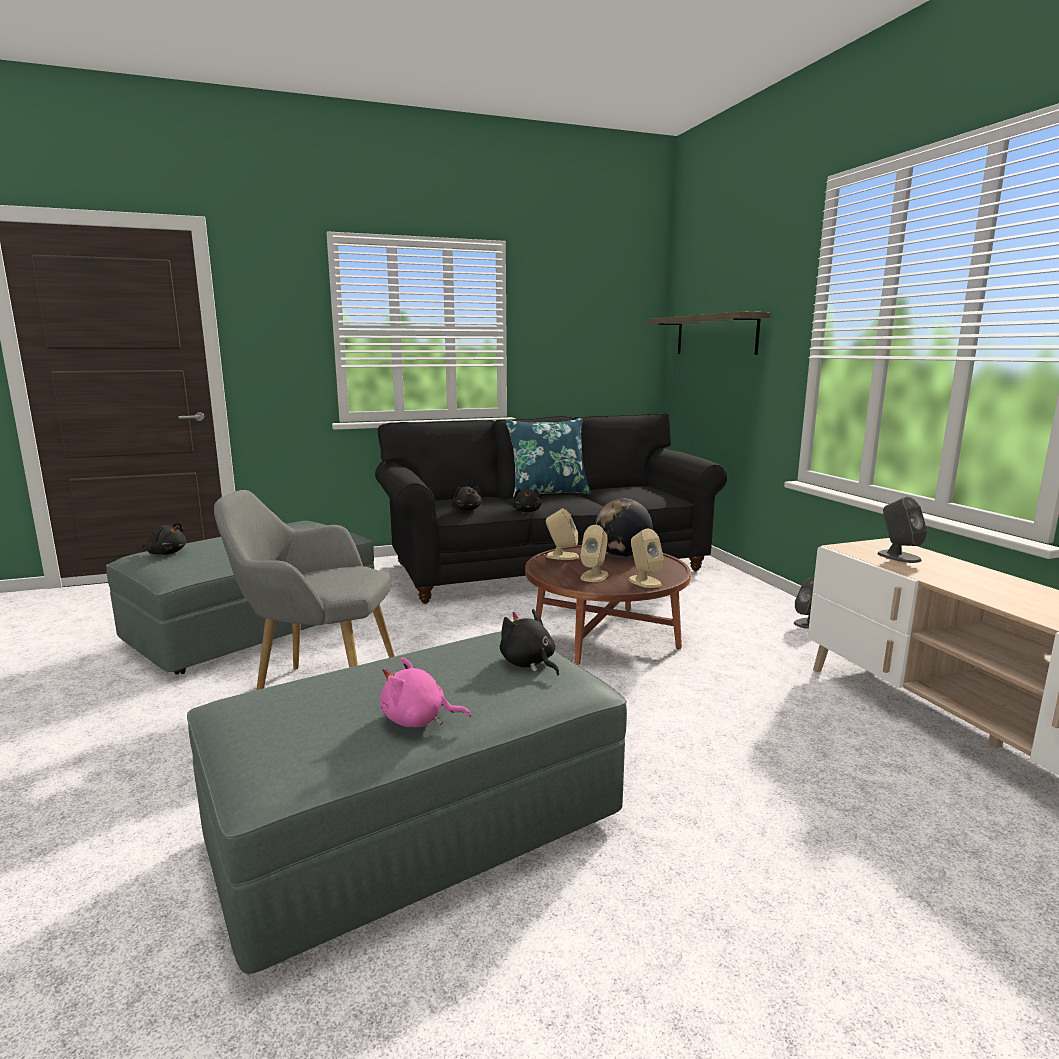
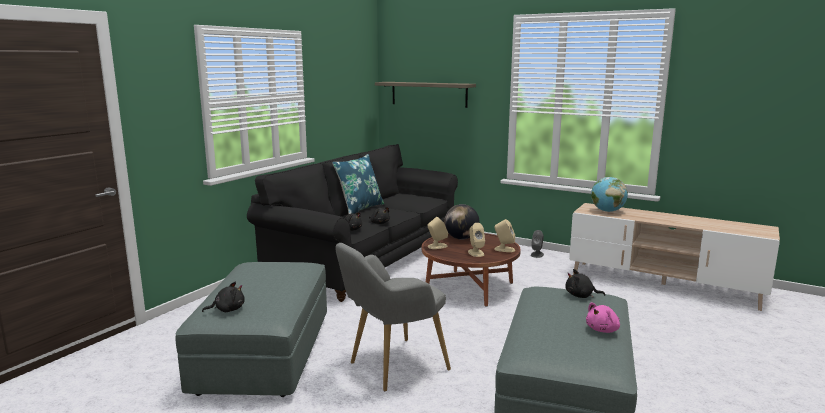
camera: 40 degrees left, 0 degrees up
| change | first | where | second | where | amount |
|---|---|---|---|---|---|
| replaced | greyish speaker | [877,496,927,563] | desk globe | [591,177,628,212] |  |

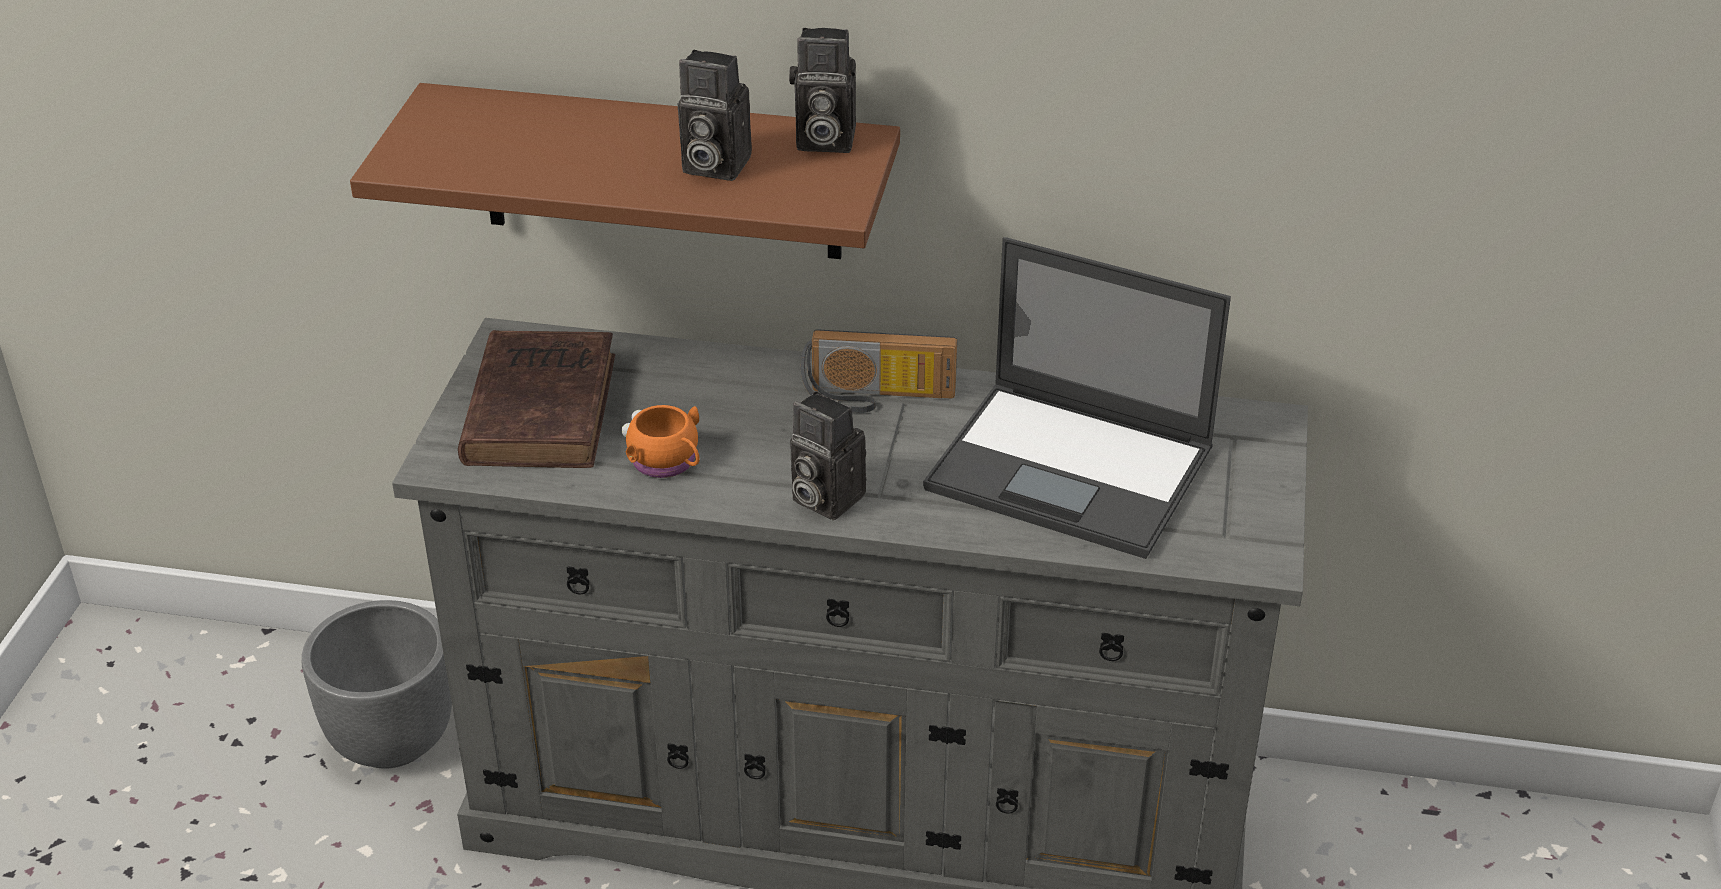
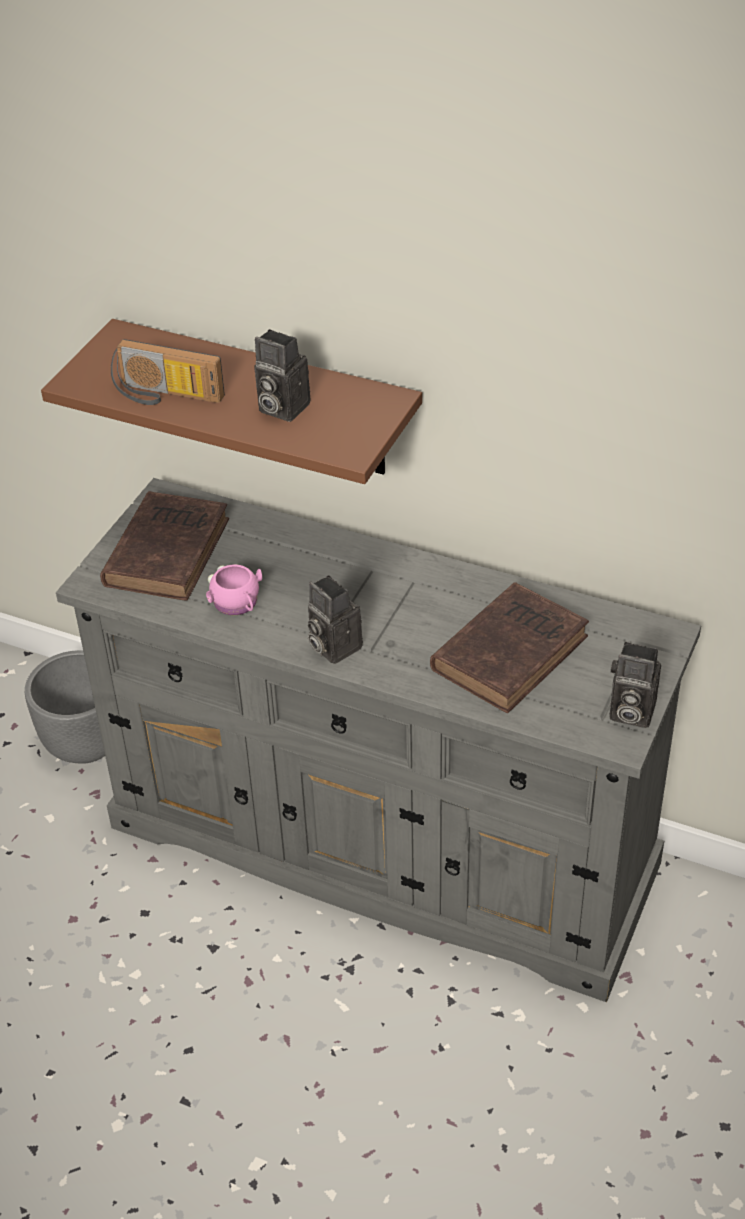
camera: 15 degrees right, 5 degrees up
| change | first | where | second | where | amount |
|---|---|---|---|---|---|
| moved | photo camera | [789,28,856,153] |  | [610,642,661,728] |  |
| replaced | portable computer | [923,237,1231,559] | brown book | [430,582,589,713] |  |
| moved | radio | [801,329,957,413] |  | [111,339,225,405] |  |
| recoloured | orangey mug | [621,405,700,478] | pink-coloured mug | [206,564,262,615] |  |

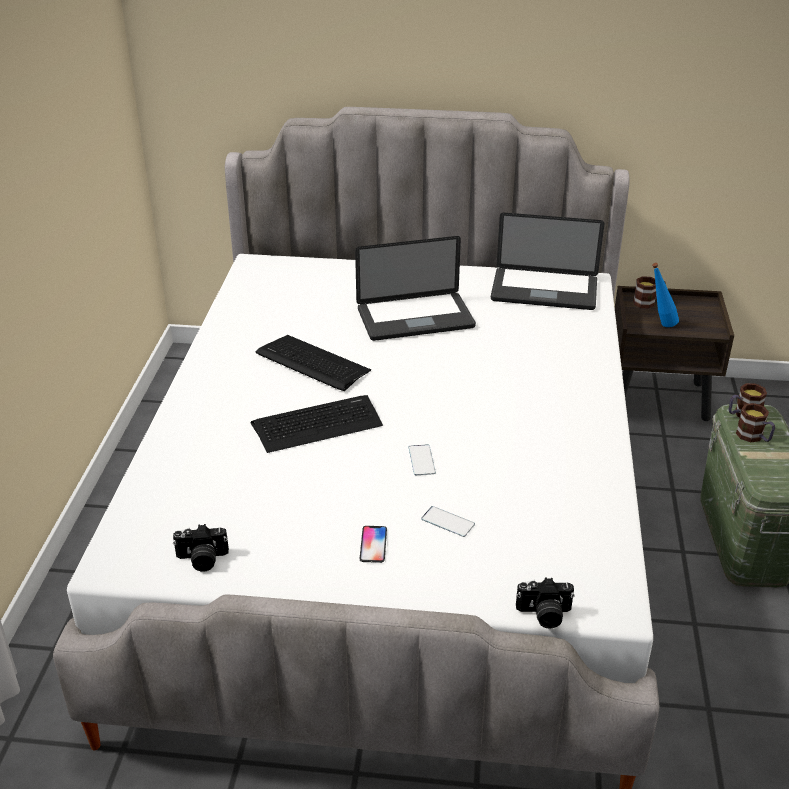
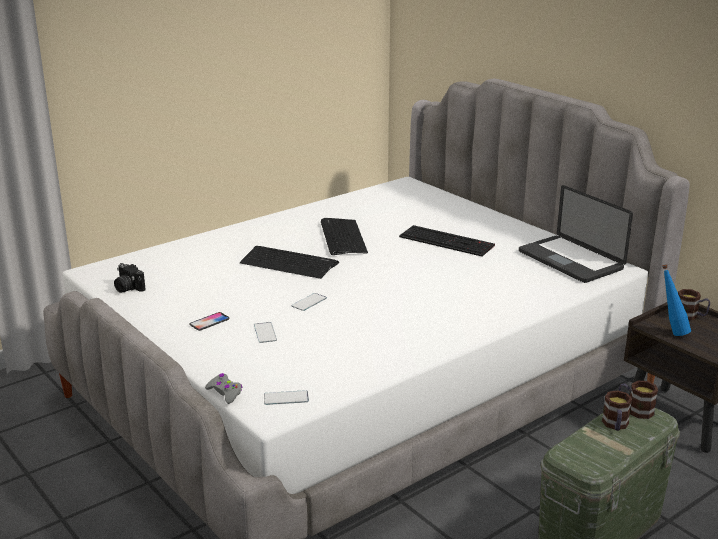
camera: 45 degrees right, 10 degrees down
| change | first | where | second | where | amount |
|---|---|---|---|---|---|
| replaced | portable computer | [355,236,476,341] | PC keyboard | [399,225,495,256] |  |
| replaced | photo camera | [516,578,575,629] | greyish gamepad | [205,373,242,404] |  |
| added |  |  | telephone | [264,390,309,405] |  |

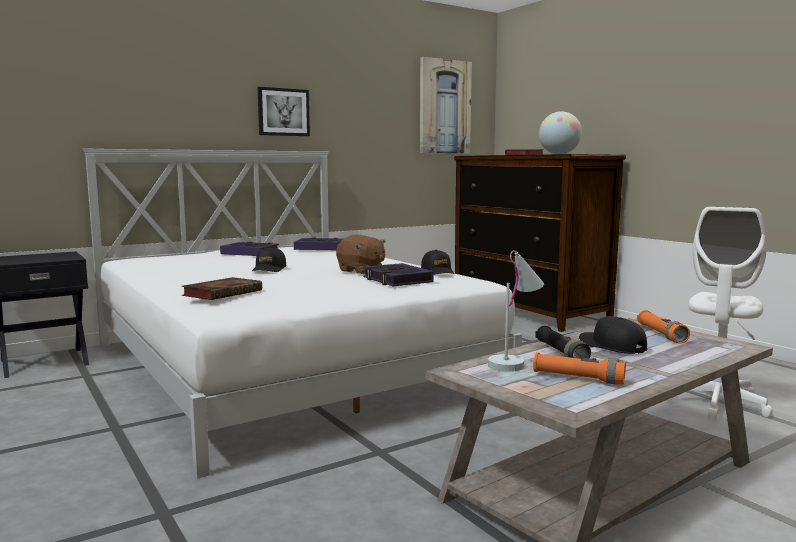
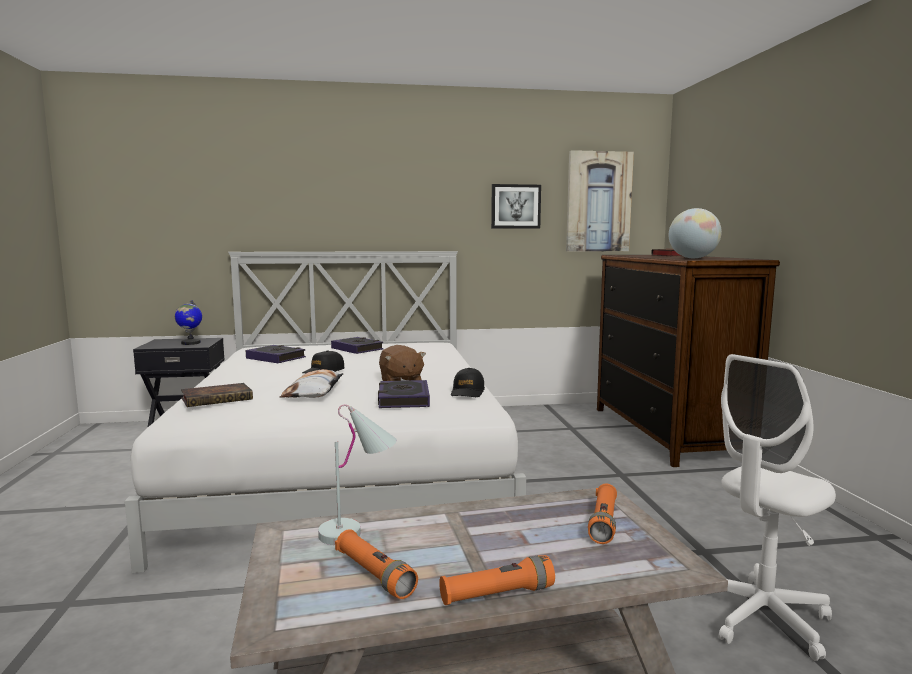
camera: 25 degrees right, 0 degrees up
| change | first | where | second | where | amount |
|---|---|---|---|---|---|
| moved | wall picture | [257,87,310,136] |  | [491,184,541,229] |  |
| moved | book | [294,237,344,250] |  | [246,345,306,363] |  |
| removed | black-coloured peaked cap | [579,316,647,354] |  |  |  |
| removed | black-coloured torch | [535,326,591,359] |  |  |  |
| added |  |  | desk globe | [175,300,202,345] |  |
| added |  |  | throw pillow | [280,369,343,398] |  |
| added |  |  | orangey torch | [439,555,555,605] |  |

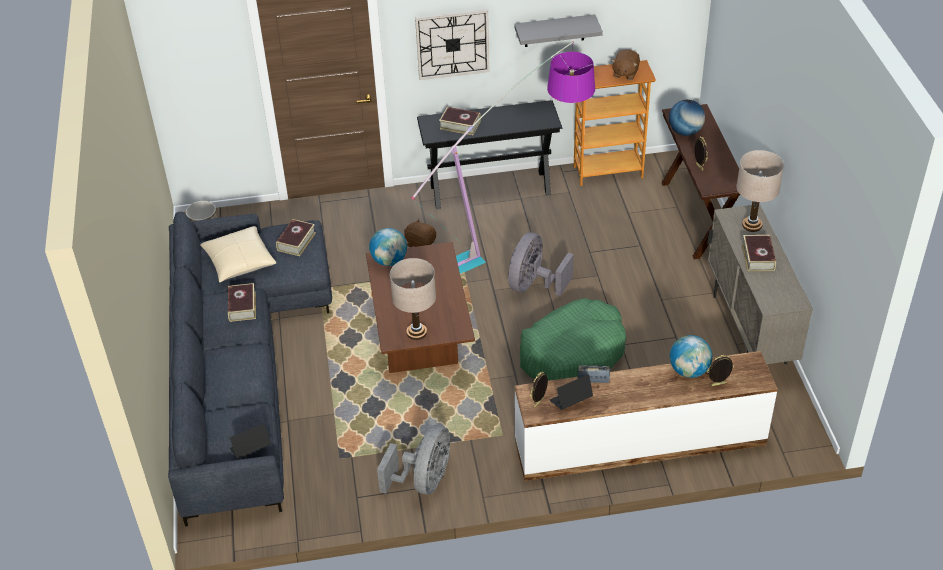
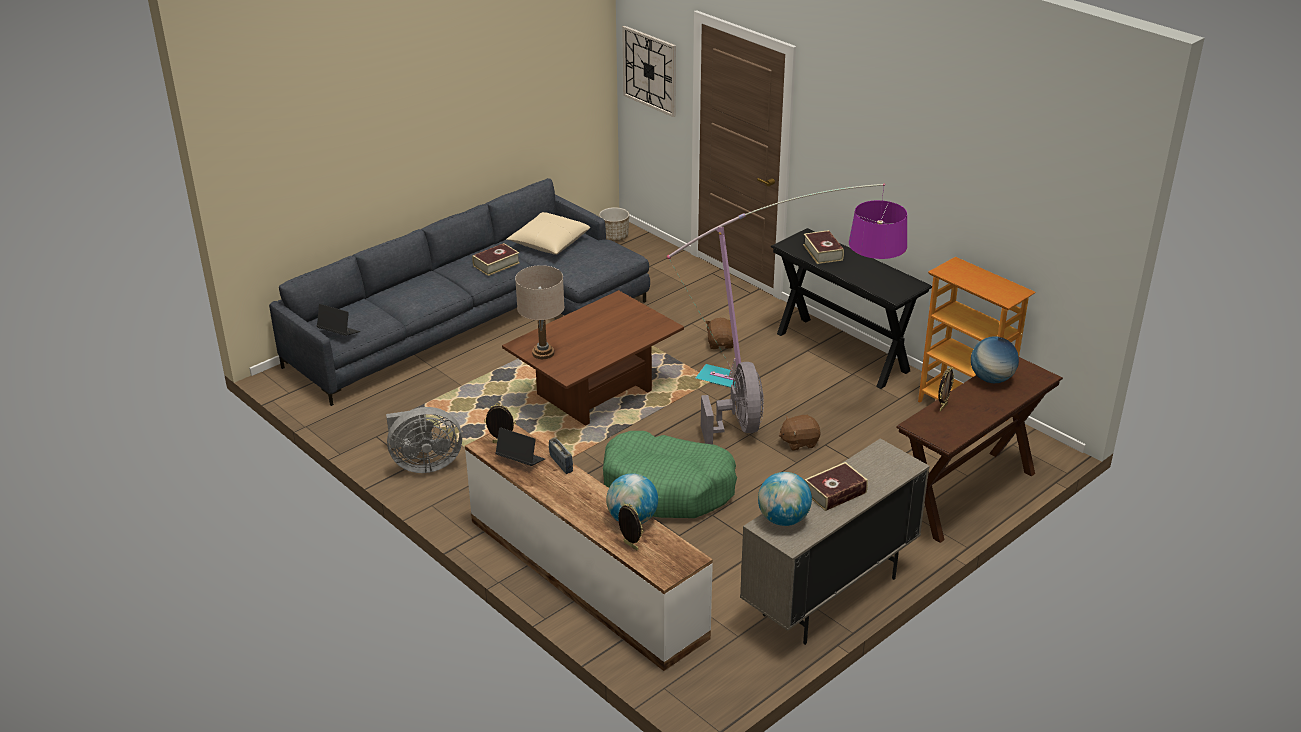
camera: 55 degrees right, 10 degrees down
| change | first | where | second | where | amount |
|---|---|---|---|---|---|
| moved | hanging clock | [415,9,490,80] |  | [622,26,676,117] |  |
| removed | greyish bracket shelf | [514,14,603,47] |  |  |  |
| moved | brown soft toy | [611,49,640,80] |  | [778,415,821,451] |  |
| removed | beige lamp for a table | [737,150,784,232] |  |  |  |
| removed | book | [276,219,316,256] |  |  |  |
| moved | desk globe | [369,228,407,266] |  | [758,472,812,526] |  |
| turned | greyish fan | [508,232,573,296] |  | [701,362,764,445] | 90 degrees clockwise |

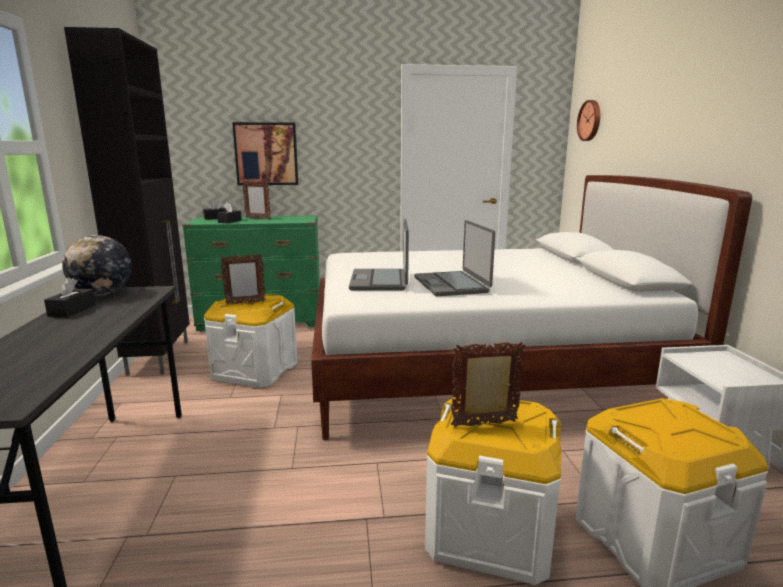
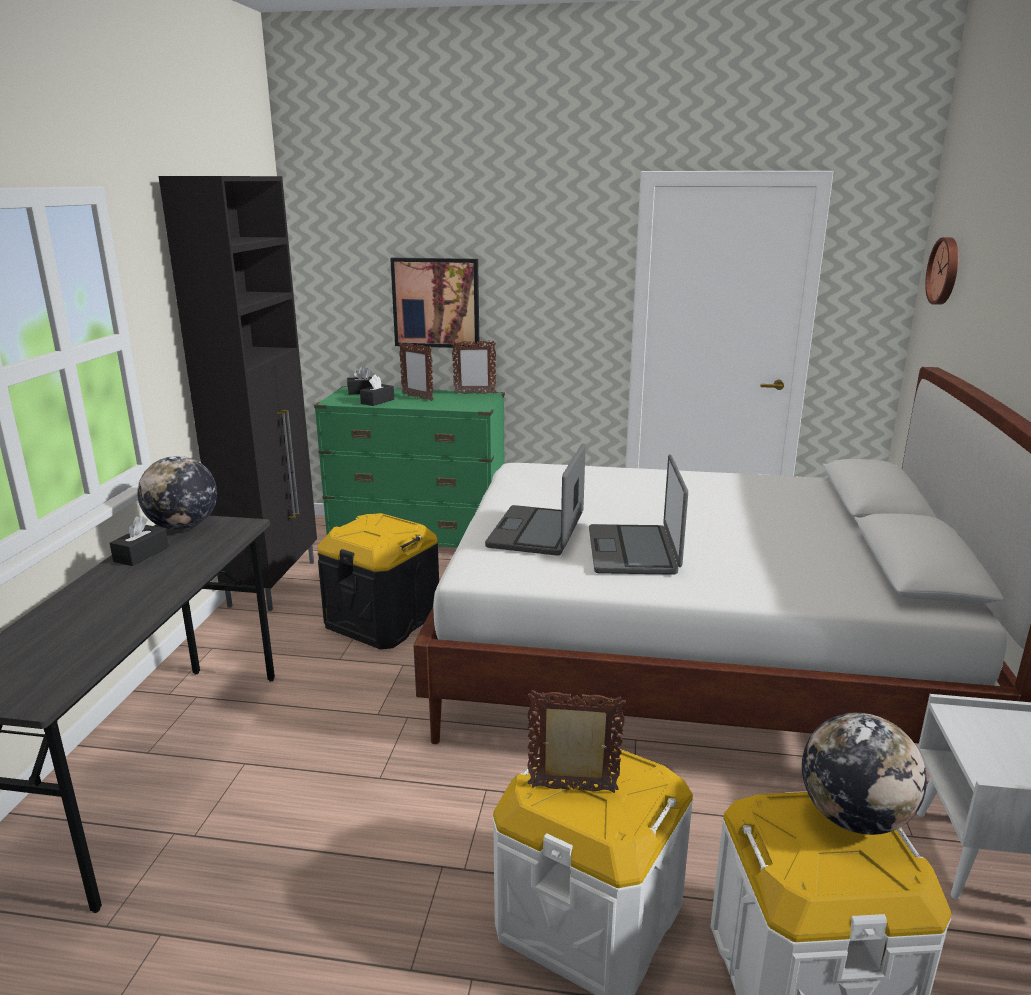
camera: 15 degrees right, 5 degrees up
| change | first | where | second | where | amount |
|---|---|---|---|---|---|
| moved | standing frame | [220,254,266,305] |  | [452,340,496,394] |  |
| recoloured | whitish storage box | [204,294,297,388] | black-coloured storage box | [318,513,439,650] |  |
| added |  |  | desk globe | [802,713,927,835] |  |

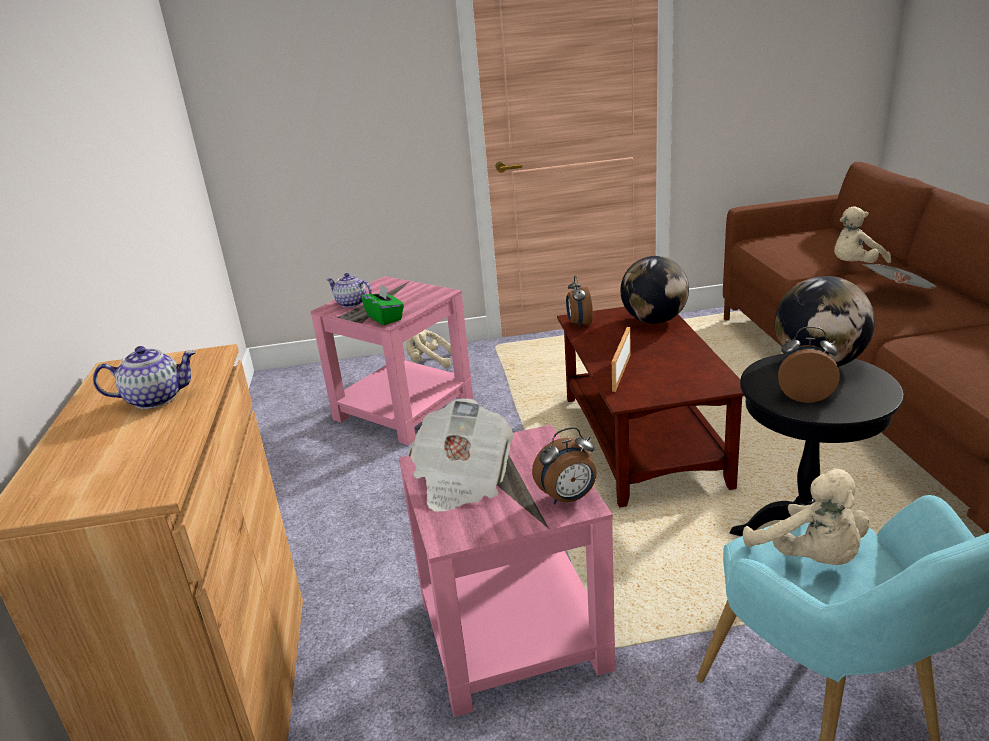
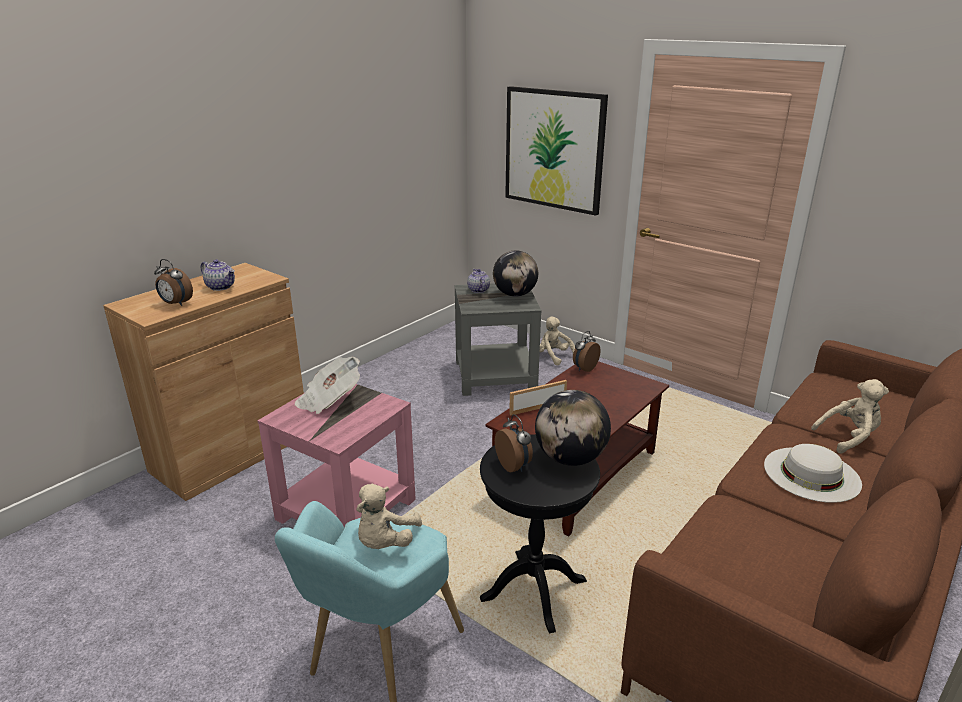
camera: 45 degrees right, 0 degrees up
| change | first | where | second | where | amount |
|---|---|---|---|---|---|
| turned | beige soft toy | [834,207,891,263] |  | [811,379,889,453] | 150 degrees clockwise |
| moved | desk globe | [620,256,689,324] |  | [493,250,538,297] |  |
| replaced | printed paper | [861,264,936,289] | whitish wearable hat | [764,444,862,503] |  |
| recoloured | pink-coloured end table | [310,276,473,445] | greyish end table | [455,283,542,396] |  |
| removed | greenish tissue holder | [361,284,404,325] |  |  |  |
| moved | alarm clock | [532,427,597,505] |  | [154,259,193,306] |  |
| added |  |  | wall picture | [505,86,608,216] |  |

